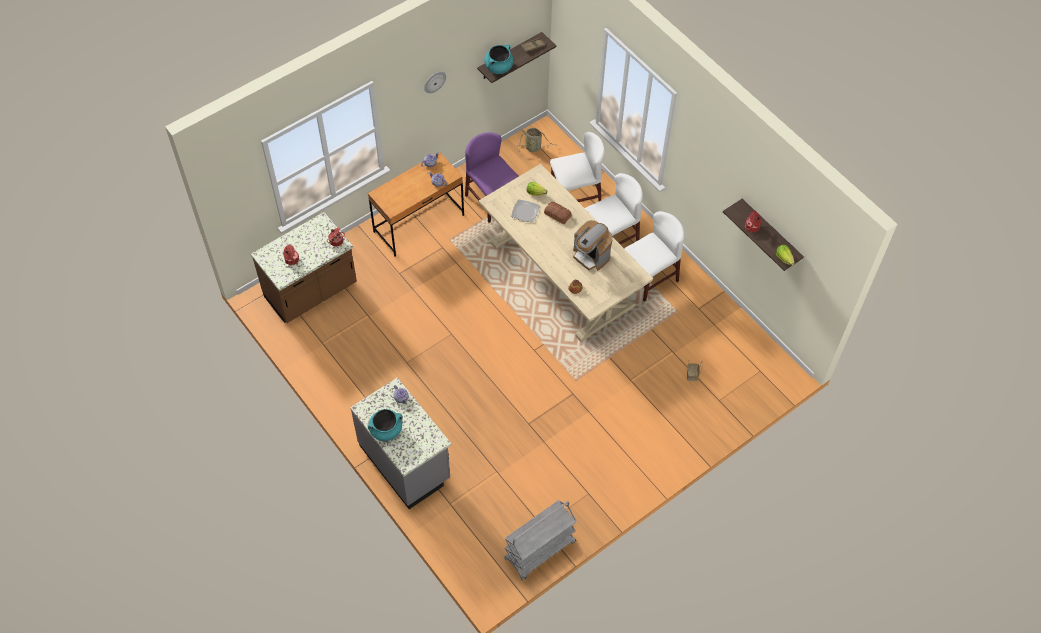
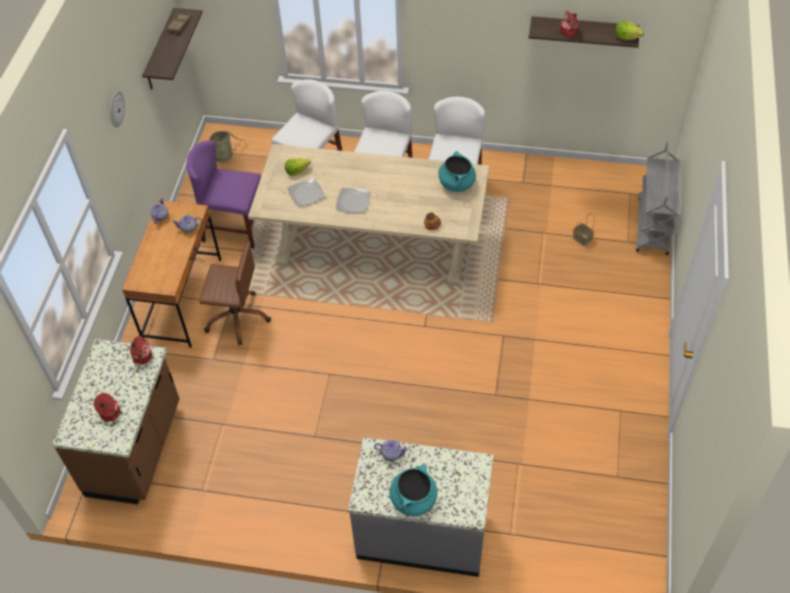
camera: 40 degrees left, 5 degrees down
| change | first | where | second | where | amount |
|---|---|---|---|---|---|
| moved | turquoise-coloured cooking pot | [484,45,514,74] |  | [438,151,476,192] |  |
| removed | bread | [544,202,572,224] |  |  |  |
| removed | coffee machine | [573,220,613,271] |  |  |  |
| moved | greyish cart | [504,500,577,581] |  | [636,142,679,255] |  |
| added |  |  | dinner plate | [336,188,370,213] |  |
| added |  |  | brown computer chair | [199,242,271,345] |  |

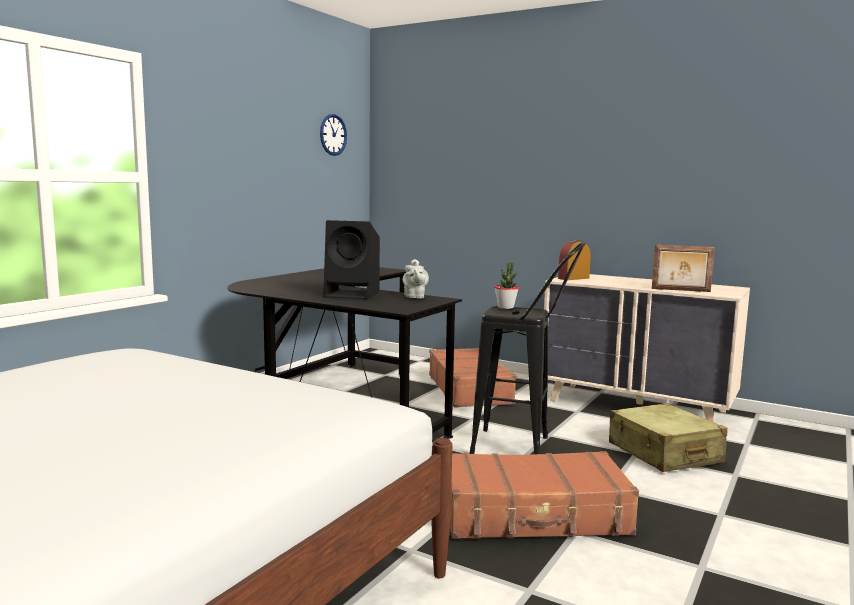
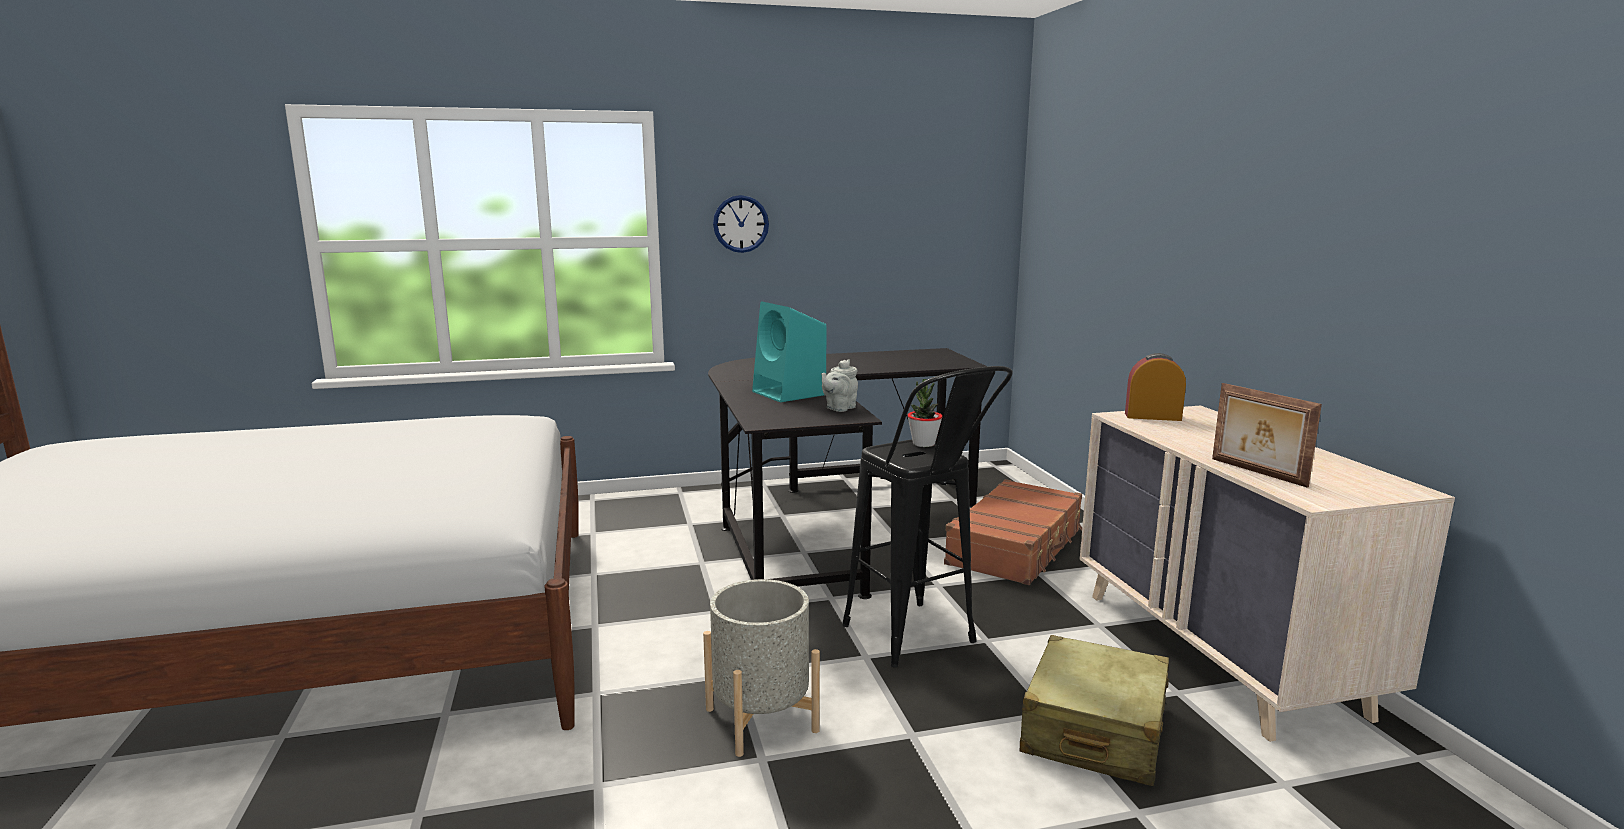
camera: 45 degrees right, 5 degrees up
| change | first | where | second | where | amount |
|---|---|---|---|---|---|
| moved | hanging clock | [320,114,347,156] |  | [713,195,769,253] |  |
| recoloured | black-coloured speaker | [323,220,380,300] | turquoise-coloured speaker | [752,301,827,402] |  |
| replaced | brown travel case | [450,451,639,539] | greyish planter | [703,579,820,757] |  |

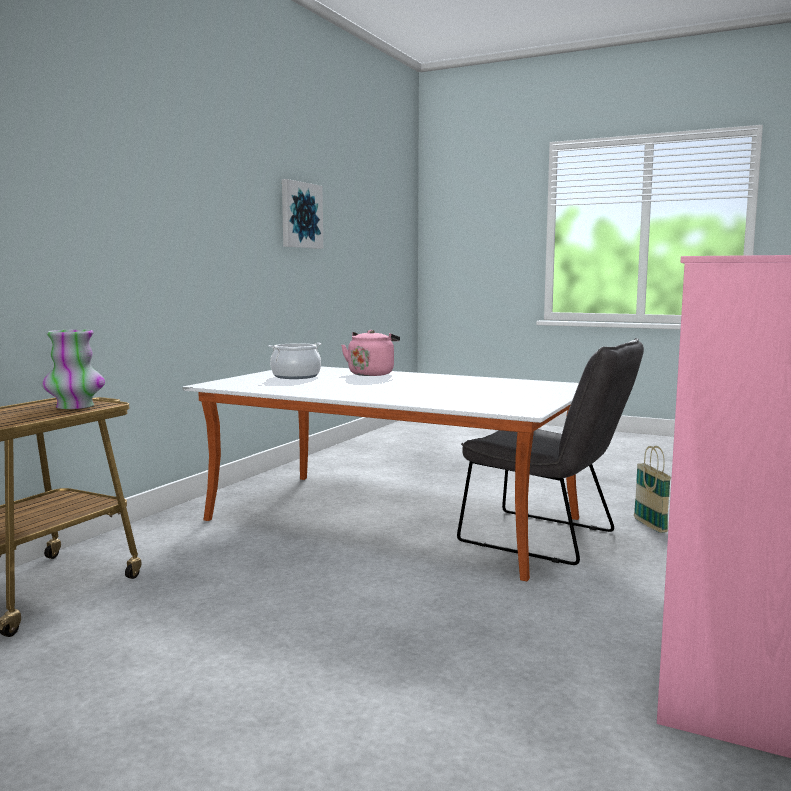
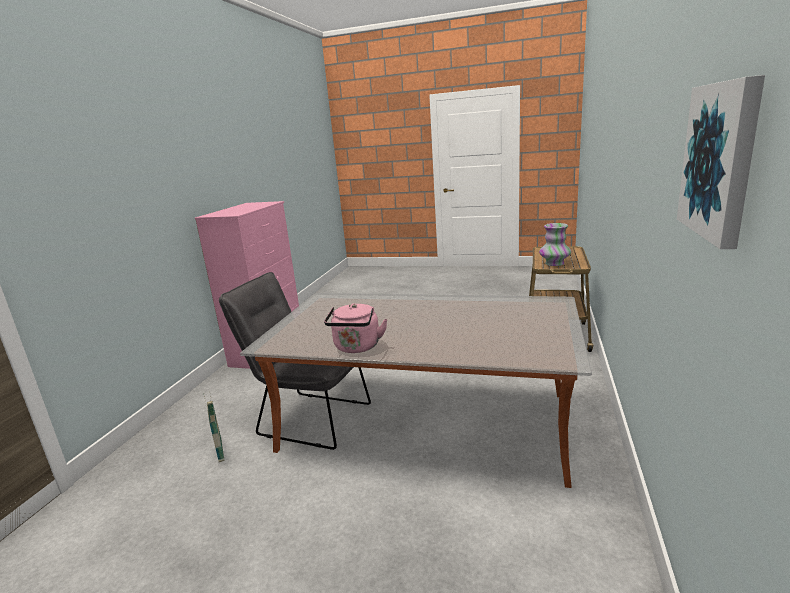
camera: 170 degrees right, 10 degrees up
| change | first | where | second | where | amount |
|---|---|---|---|---|---|
| moved | pink-coloured kettle | [341,330,400,376] |  | [324,303,388,353] |  |
| removed | cooking pot | [268,343,322,379] |  |  |  |

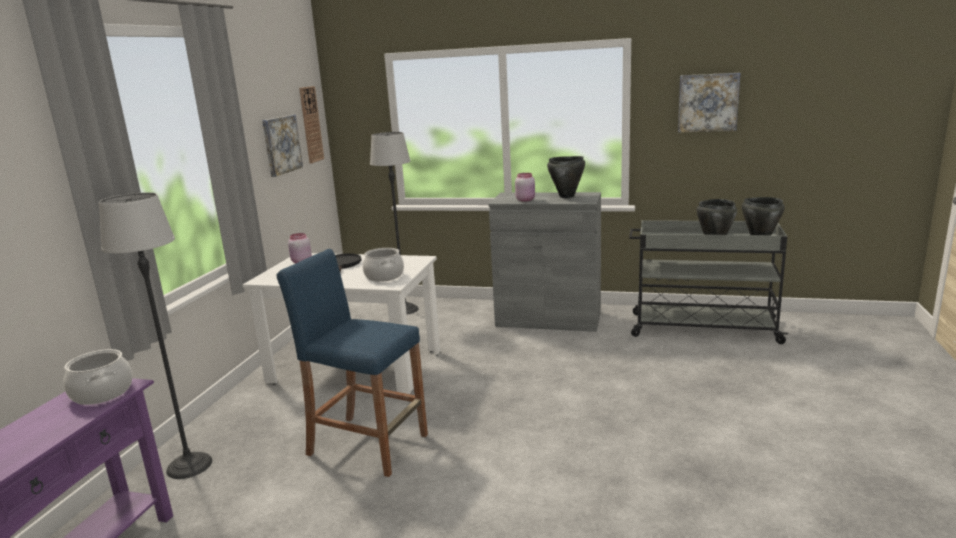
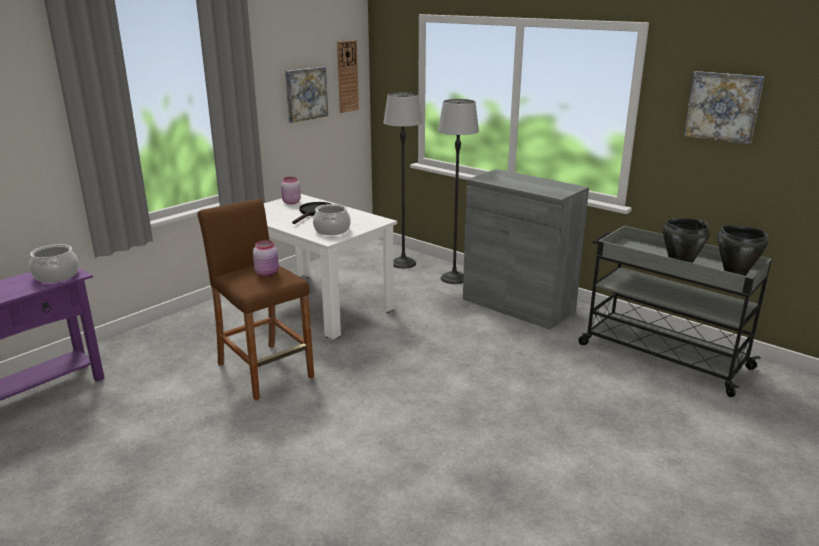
camera: 25 degrees right, 5 degrees up
| change | first | where | second | where | amount |
|---|---|---|---|---|---|
| removed | black-coloured cooking pot | [547,156,585,198] |  |  |  |
| moved | pink-coloured storage jar | [515,173,535,202] |  | [253,240,279,277] |  |
| moved | standing lamp | [99,192,212,479] |  | [438,99,479,284] |  |
| recoloured | blue stool seat | [276,249,428,477] | brown stool seat | [197,198,314,400] |  |

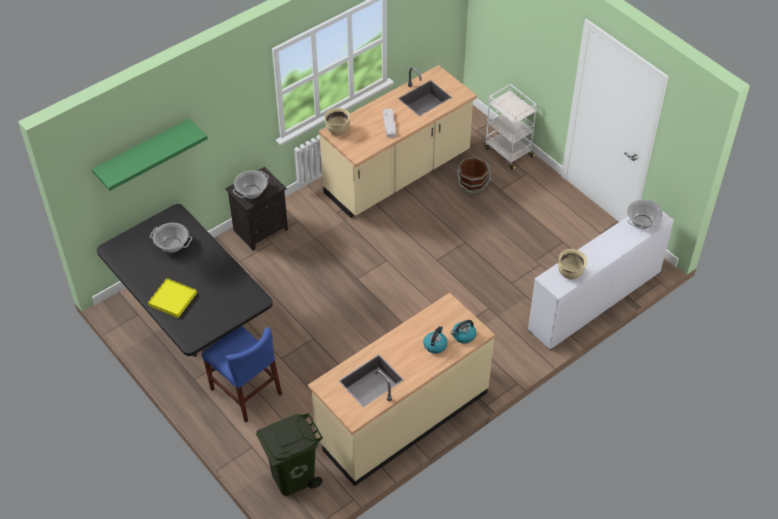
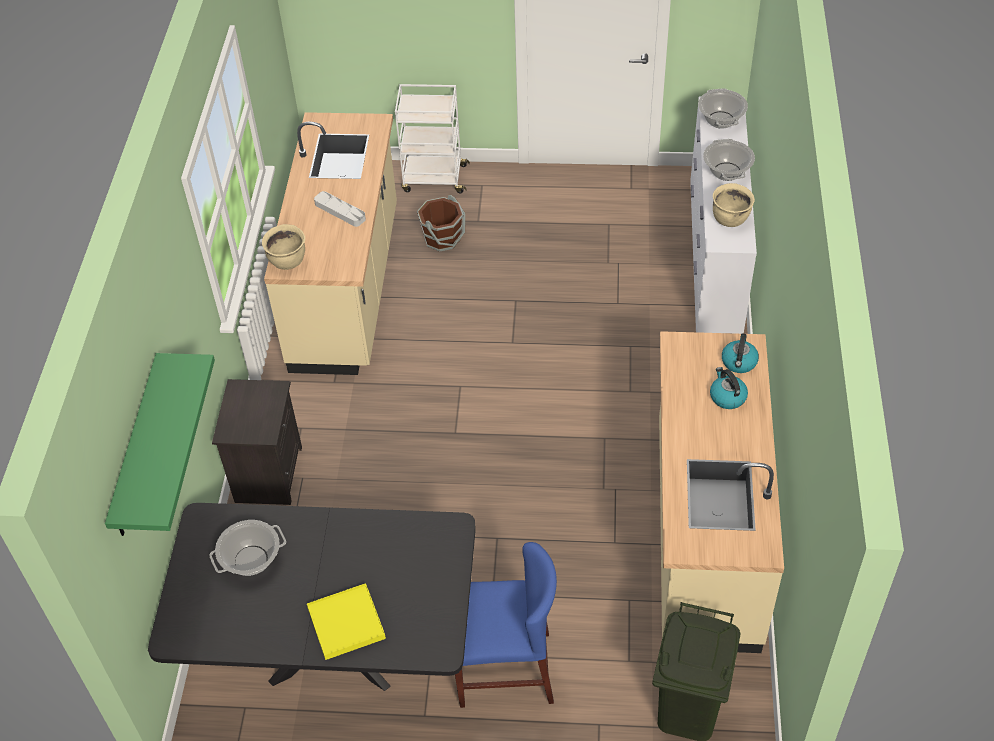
camera: 45 degrees left, 0 degrees up
| change | first | where | second | where | amount |
|---|---|---|---|---|---|
| moved | cooking pot | [233,171,269,198] |  | [703,139,755,181] |  |

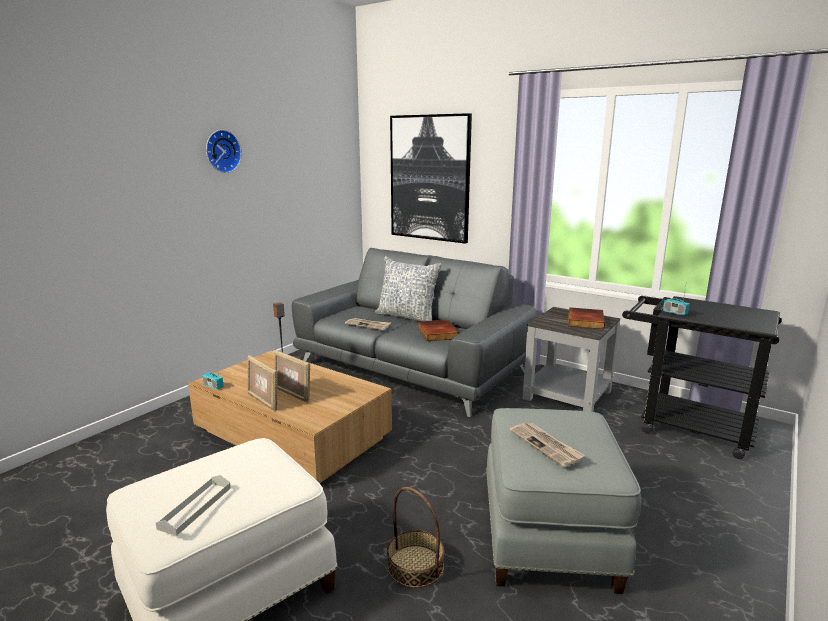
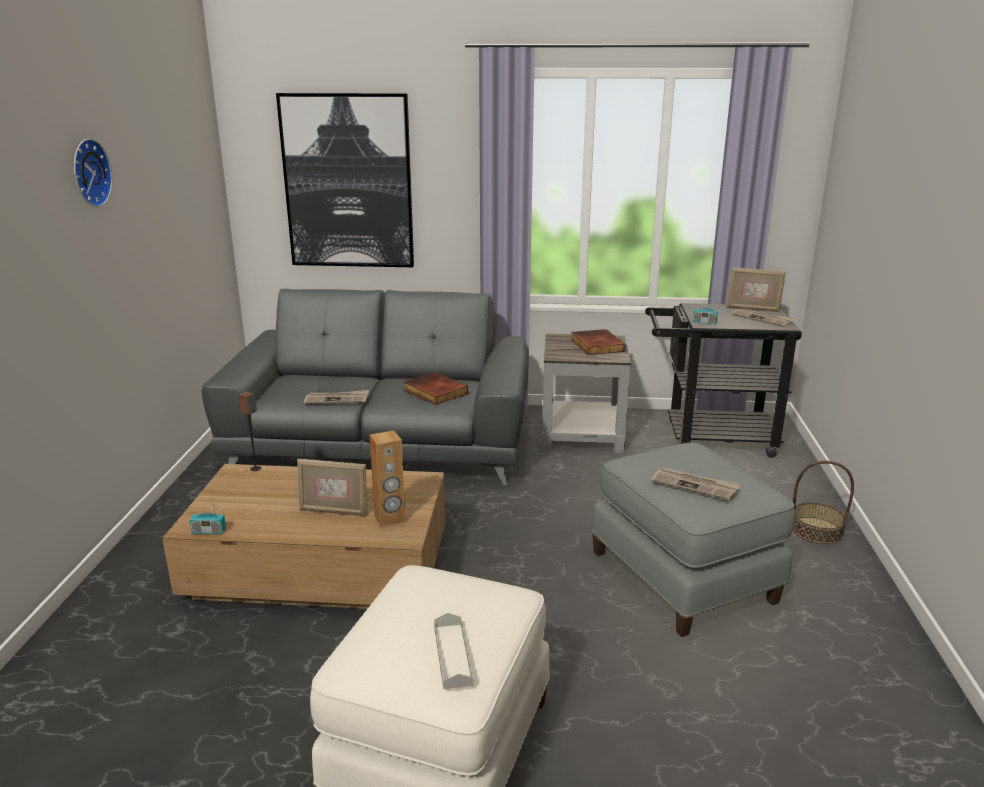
camera: 30 degrees left, 5 degrees up
| change | first | where | second | where | amount |
|---|---|---|---|---|---|
| removed | throw pillow | [375,256,442,321] |  |  |  |
| moved | standing frame | [247,355,278,412] |  | [727,267,786,312] |  |
| moved | basket | [387,487,444,588] |  | [793,461,854,544] |  |
| added |  |  | printed paper | [731,309,796,327] |  |
| added |  |  | brown speaker | [369,430,406,527] |  |

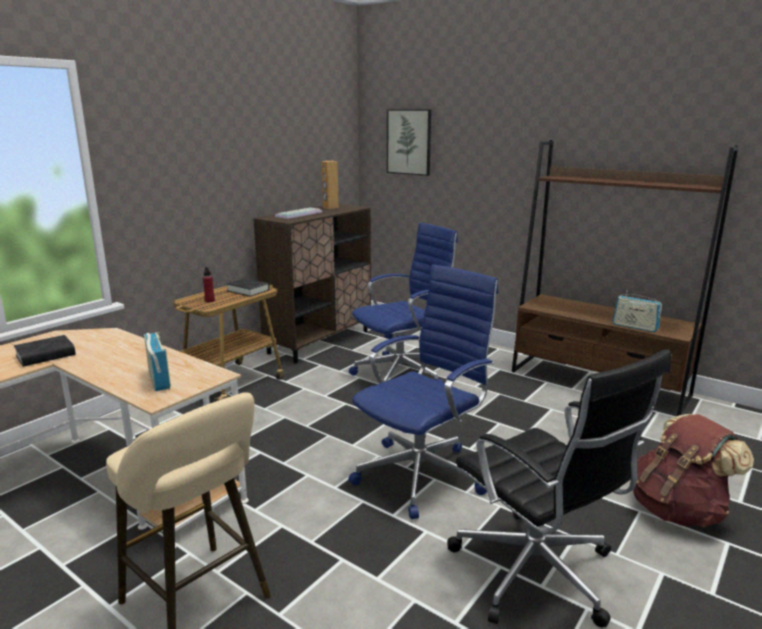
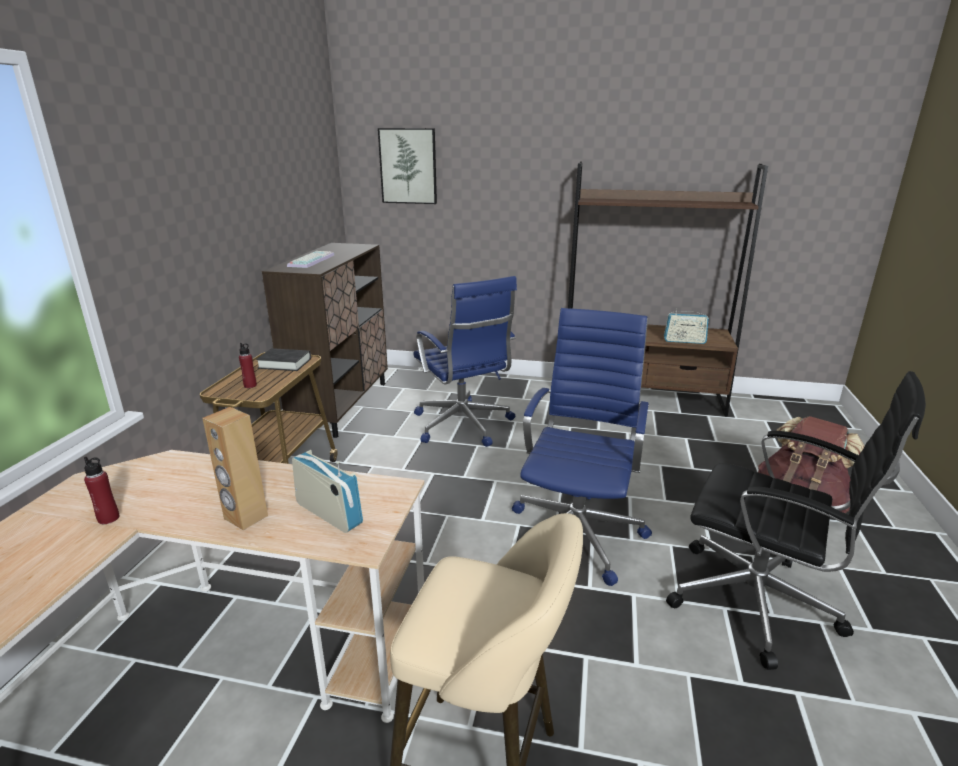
camera: 25 degrees left, 5 degrees up
| change | first | where | second | where | amount |
|---|---|---|---|---|---|
| moved | brown speaker | [321,161,339,209] |  | [202,407,268,530] |  |
| turned | blue computer chair | [349,222,458,383] |  | [413,276,517,447] | 120 degrees clockwise |
| replaced | black-coloured book | [14,335,76,367] | reddish drink bottle | [84,457,119,524] |  |

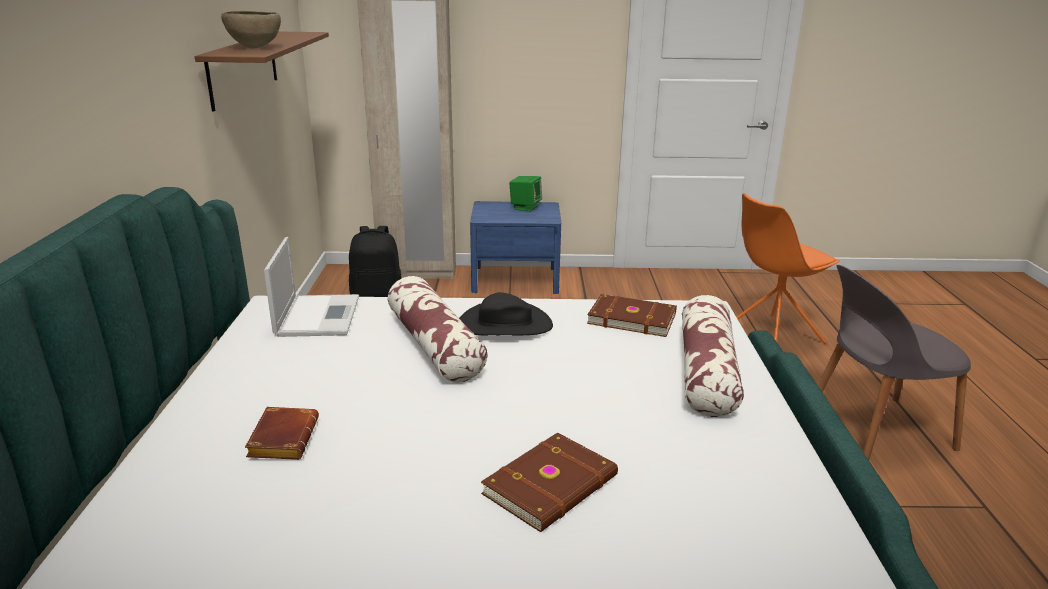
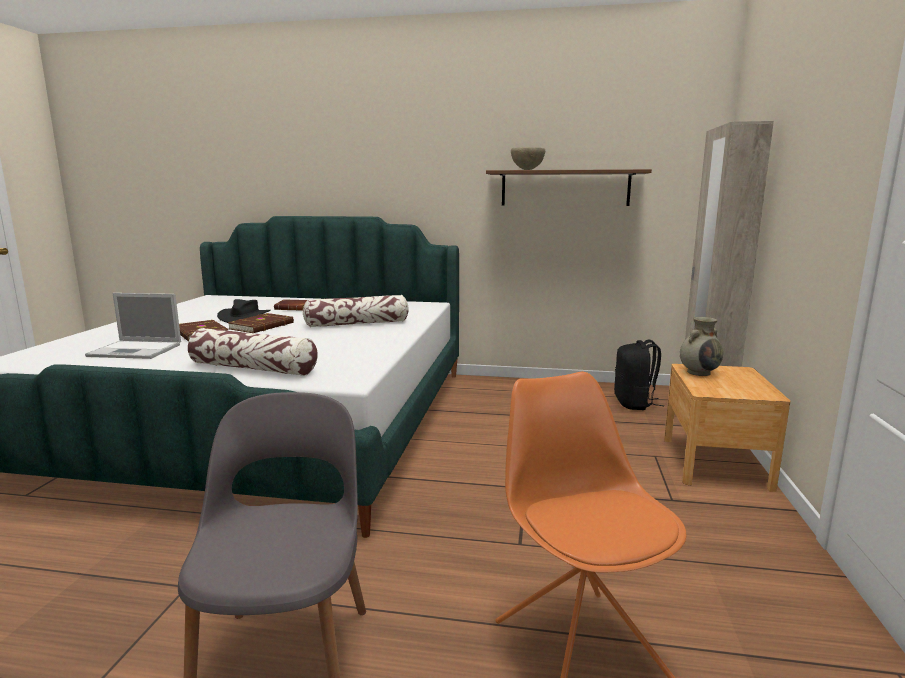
camera: 100 degrees right, 10 degrees down
| change | first | where | second | where | amount |
|---|---|---|---|---|---|
| removed | greenish speaker | [509,176,542,212] |  |  |  |
| recoloured | blue nightstand | [470,201,561,294] | brown nightstand | [664,364,790,492] |  |
| moved | portable computer | [264,237,359,337] |  | [85,293,181,359] |  |
| moved | black-coloured wearable hat | [459,292,553,336] |  | [217,299,271,323] |  |
| moved | brown book | [587,294,677,337] |  | [228,313,294,333] |  |
| added |  |  | beige vase | [680,317,723,376] |  |

